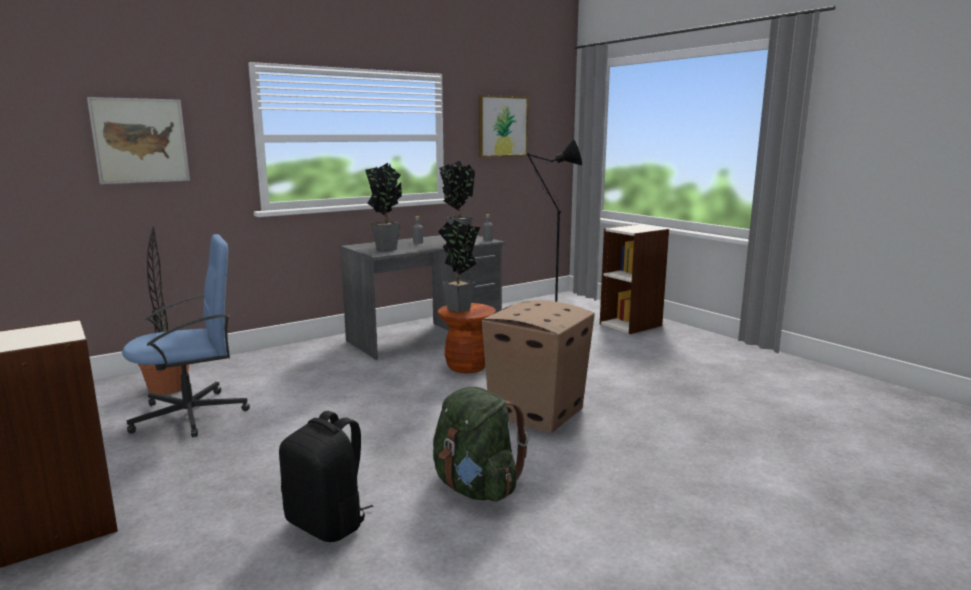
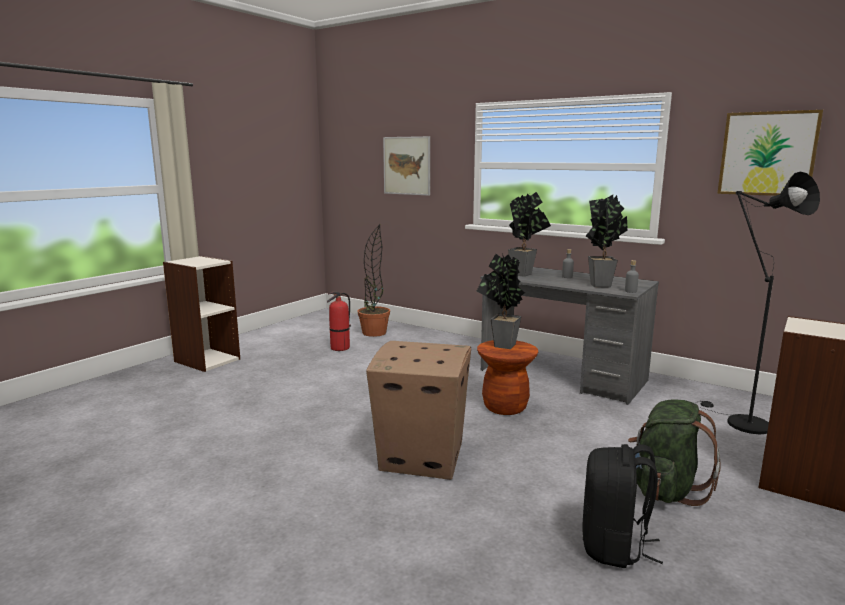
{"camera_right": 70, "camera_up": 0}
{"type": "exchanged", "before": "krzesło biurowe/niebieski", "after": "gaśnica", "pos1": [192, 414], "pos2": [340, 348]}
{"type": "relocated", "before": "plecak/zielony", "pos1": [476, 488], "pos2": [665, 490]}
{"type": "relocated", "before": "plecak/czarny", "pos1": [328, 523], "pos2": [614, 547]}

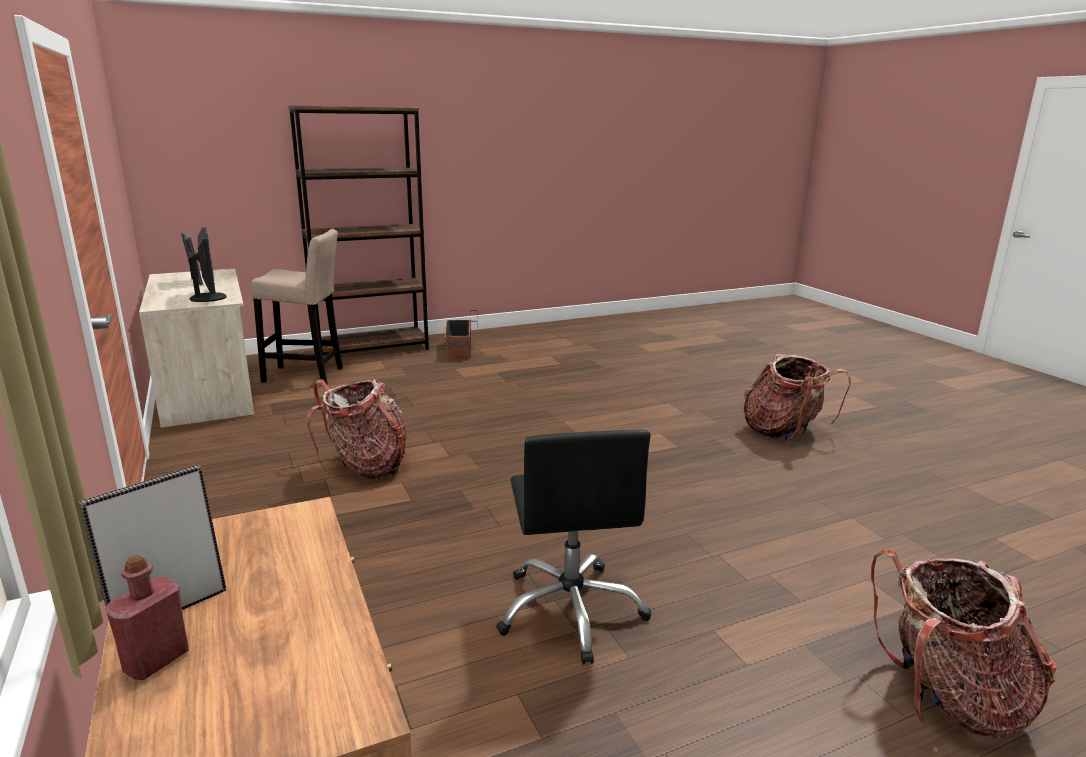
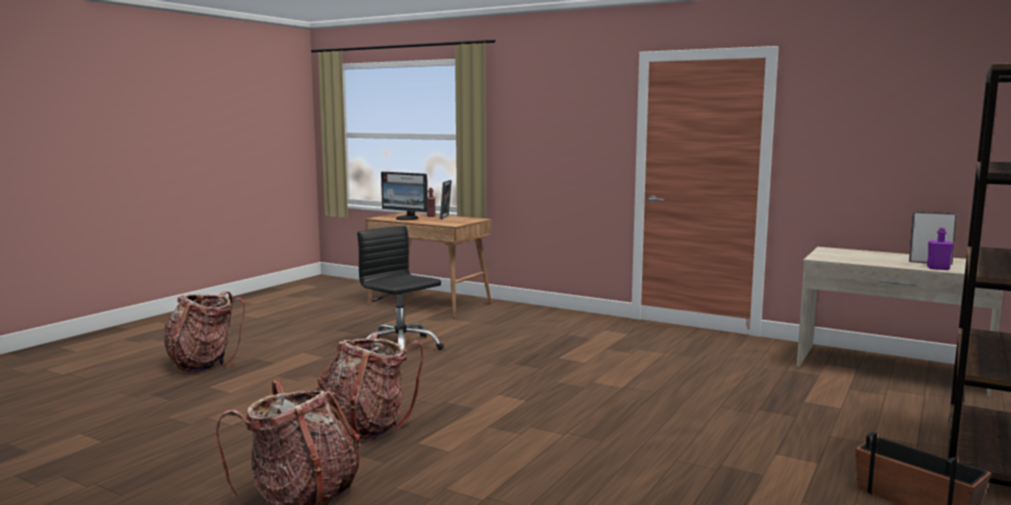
{"camera_right": 145, "camera_up": -10}
{"type": "relocated", "before": "monitor", "pos1": [209, 298], "pos2": [406, 218]}
{"type": "missing", "before": "stołek/beżowy", "pos1": [307, 376]}
{"type": "relocated", "before": "plecak", "pos1": [366, 466], "pos2": [366, 425]}
{"type": "appeared", "after": "butelka/fioletowy", "pos2": [938, 268]}

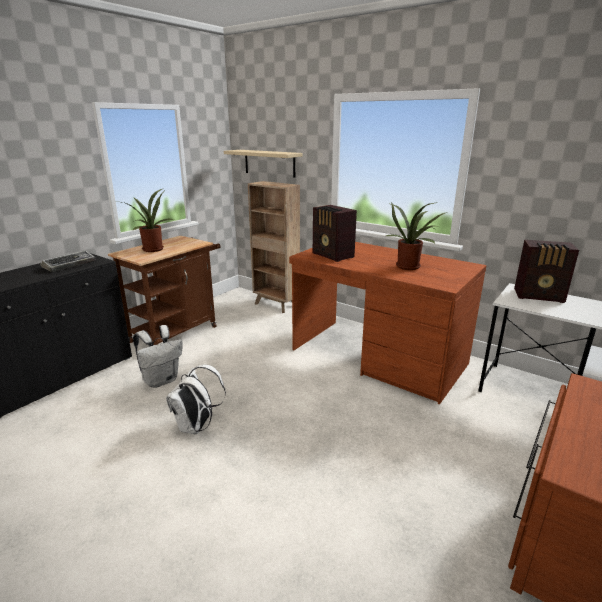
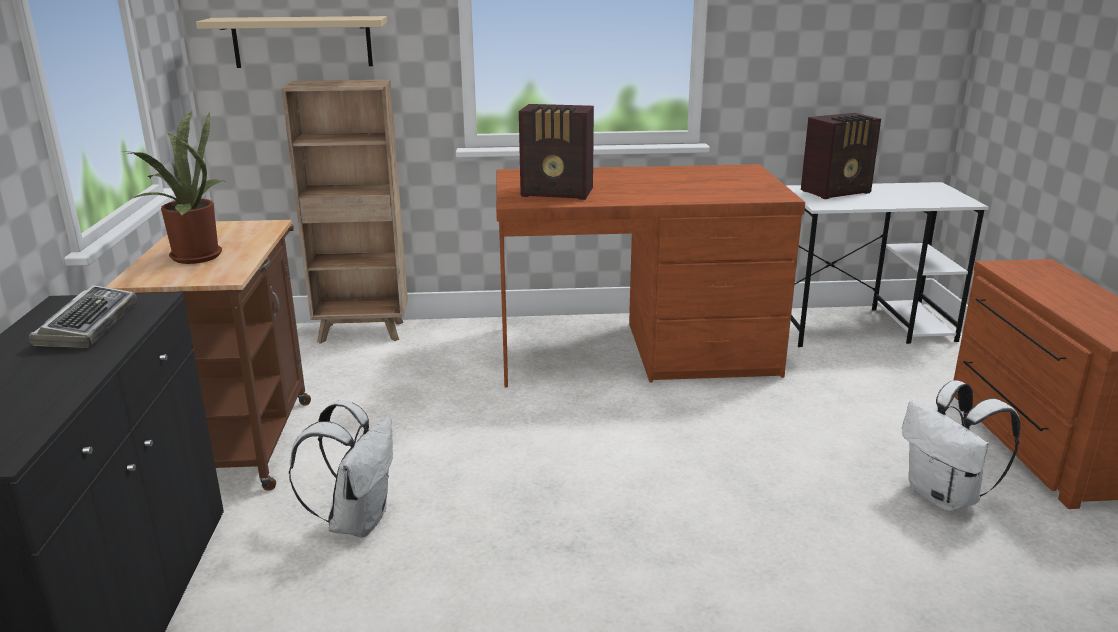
{"camera_right": -40, "camera_up": 0}
{"type": "missing", "before": "roślina doniczkowa", "pos1": [410, 266]}
{"type": "relocated", "before": "plecak/biały", "pos1": [197, 426], "pos2": [945, 497]}

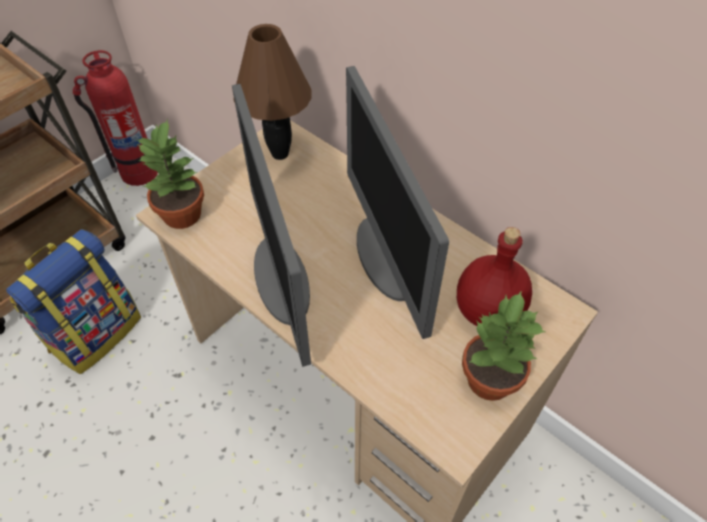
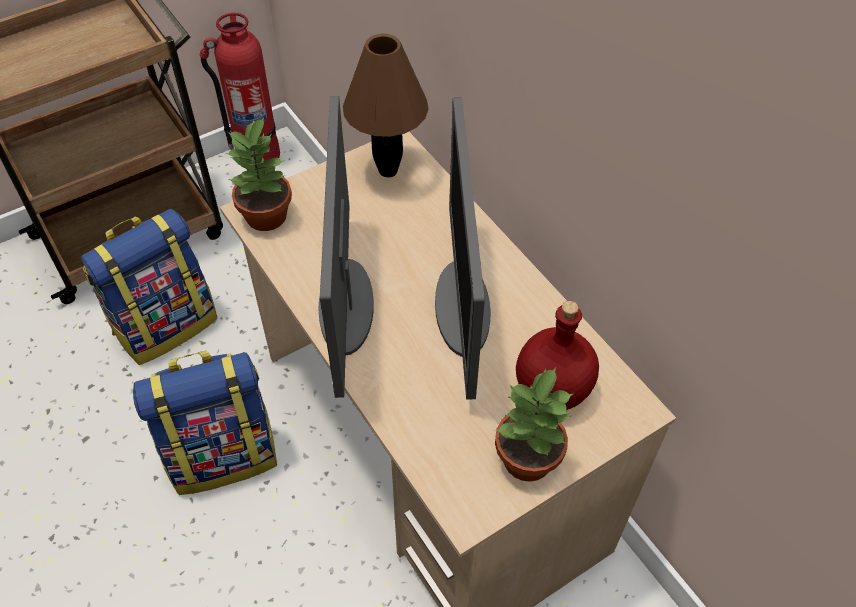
{"camera_right": 15, "camera_up": 0}
{"type": "appeared", "after": "plecak", "pos2": [223, 454]}

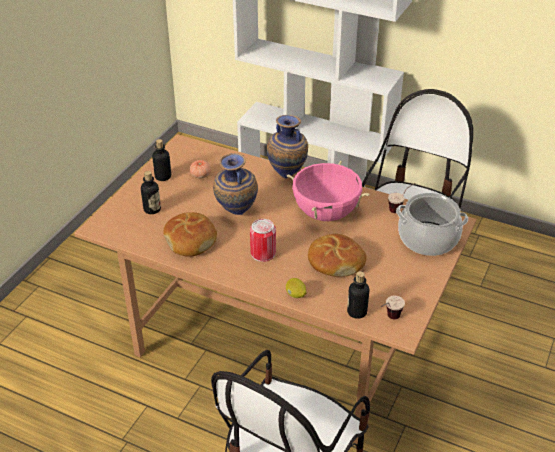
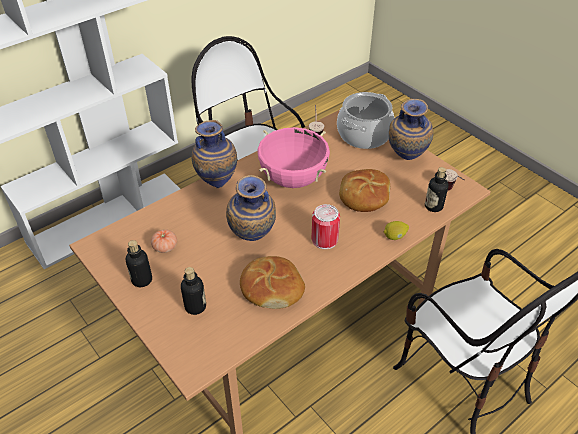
{"camera_right": -65, "camera_up": 5}
{"type": "appeared", "after": "wazon", "pos2": [405, 160]}

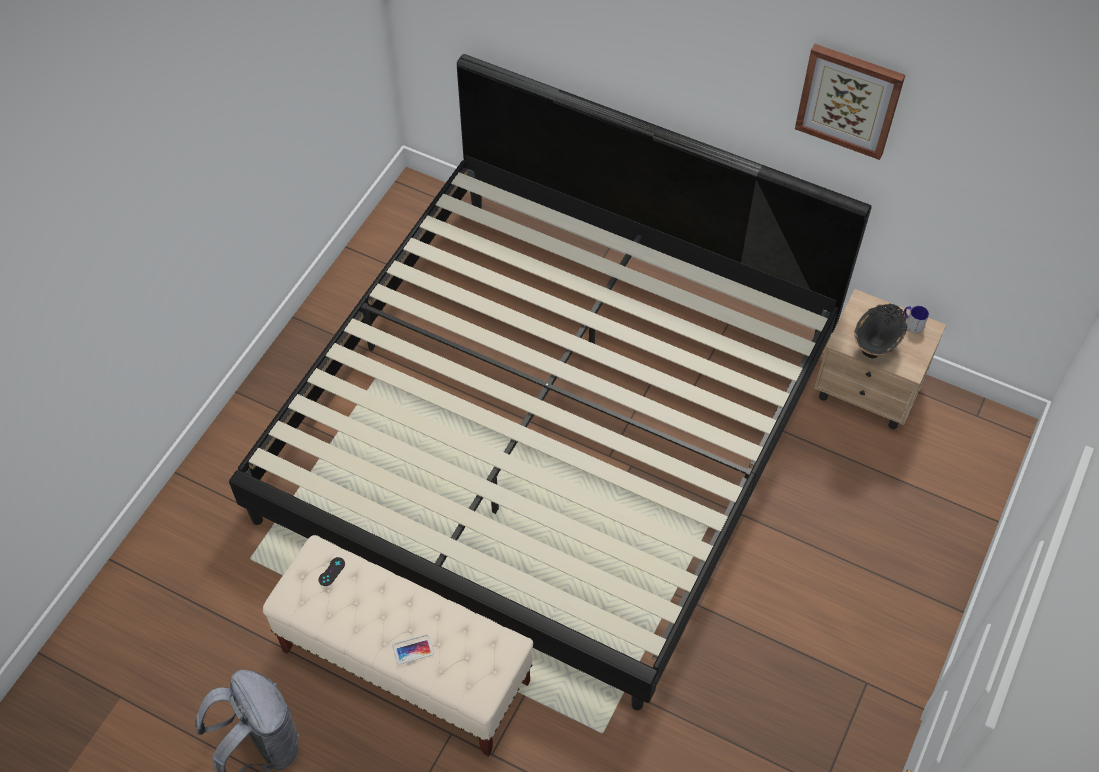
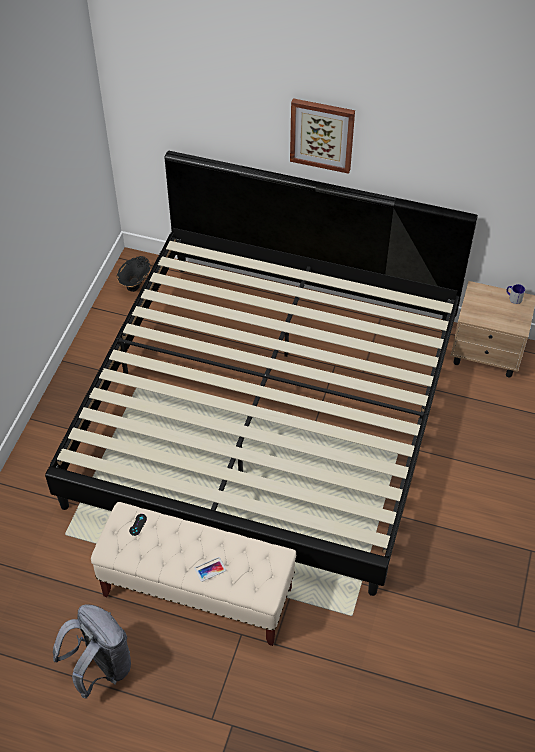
{"camera_right": -10, "camera_up": -5}
{"type": "relocated", "before": "obraz", "pos1": [849, 100], "pos2": [322, 134]}
{"type": "relocated", "before": "wazon/czarny", "pos1": [876, 346], "pos2": [136, 284]}

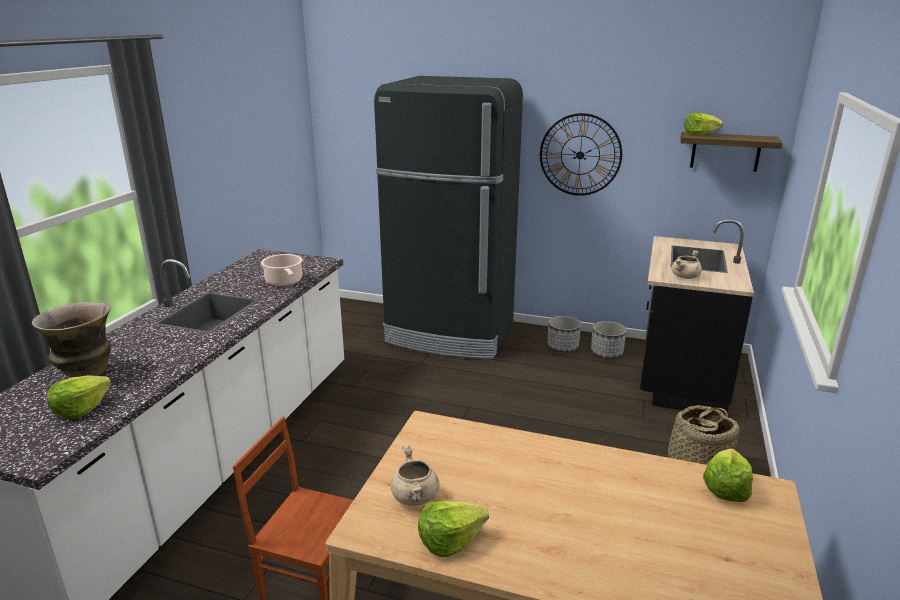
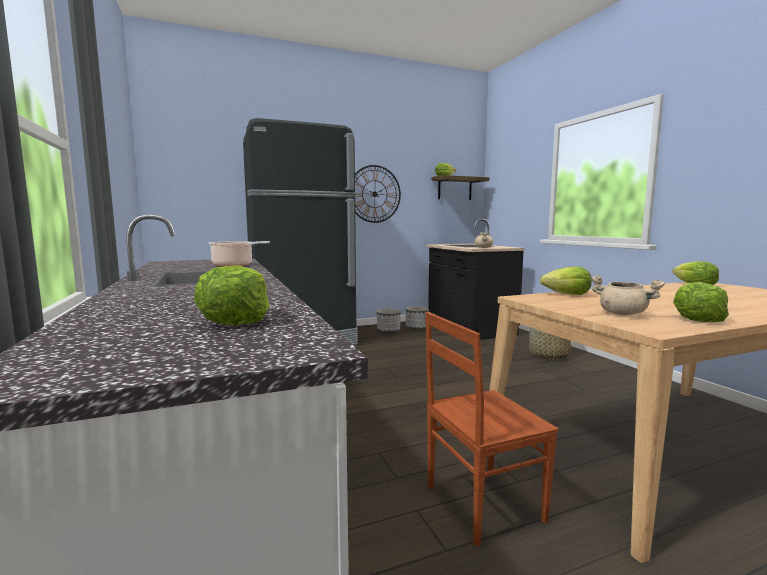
{"camera_right": -40, "camera_up": -15}
{"type": "missing", "before": "wazon", "pos1": [85, 373]}
{"type": "appeared", "after": "sałata", "pos2": [567, 294]}

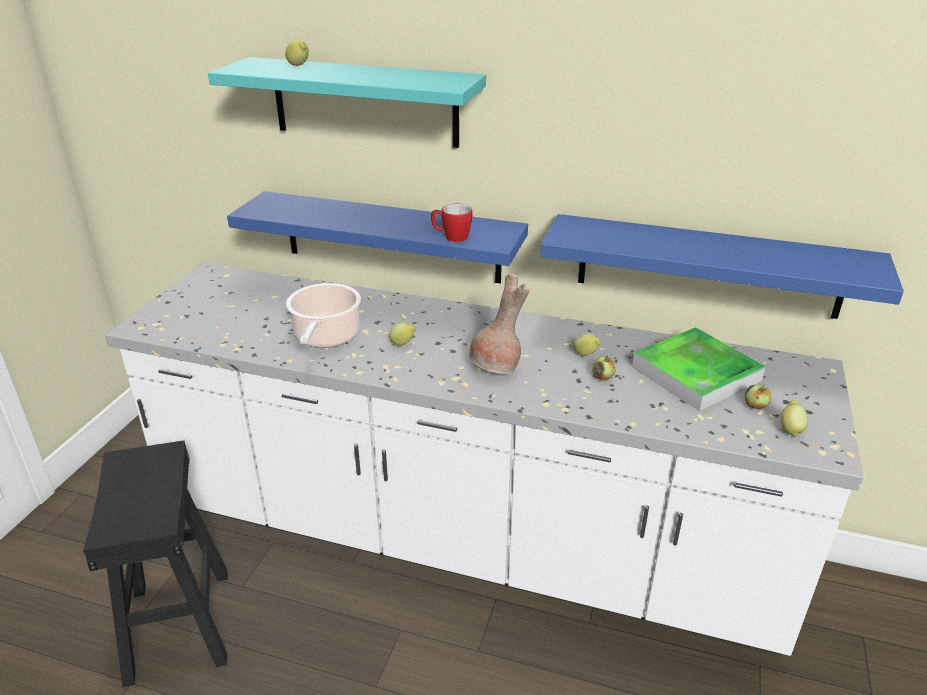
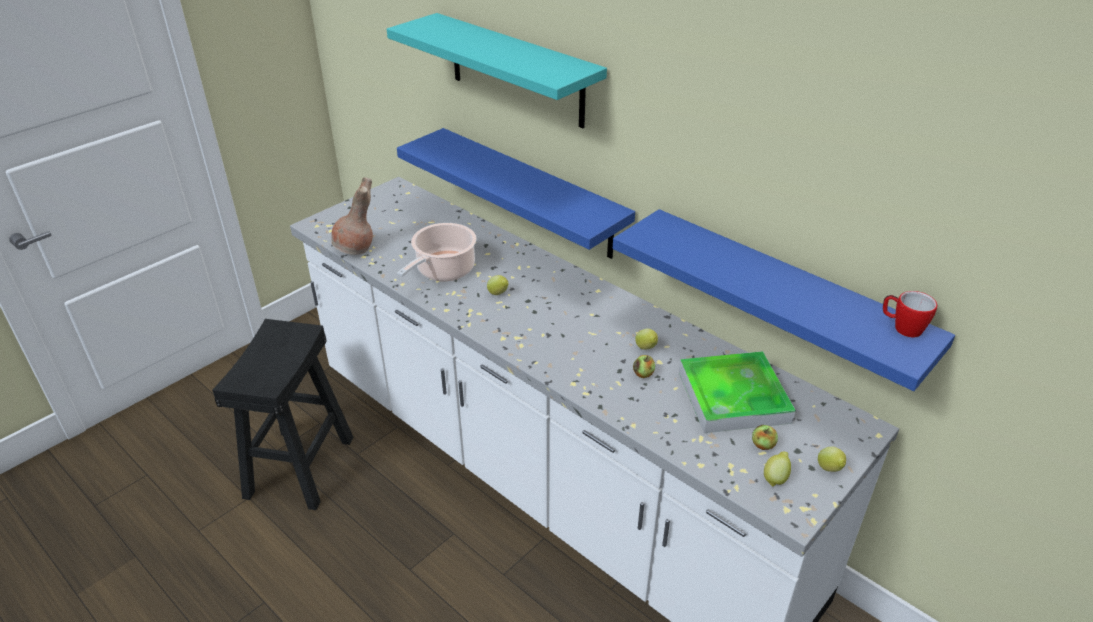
{"camera_right": 25, "camera_up": 5}
{"type": "relocated", "before": "cytryna", "pos1": [299, 66], "pos2": [830, 469]}
{"type": "relocated", "before": "kubek", "pos1": [451, 237], "pos2": [902, 328]}
{"type": "relocated", "before": "wazon/brązowy", "pos1": [497, 368], "pos2": [356, 249]}

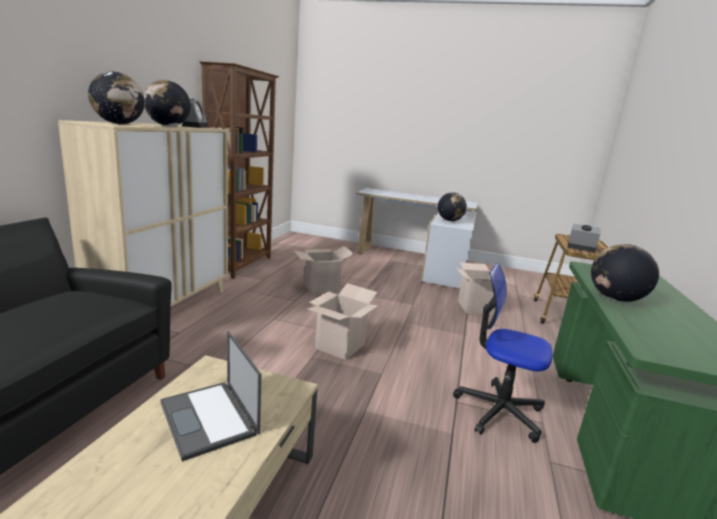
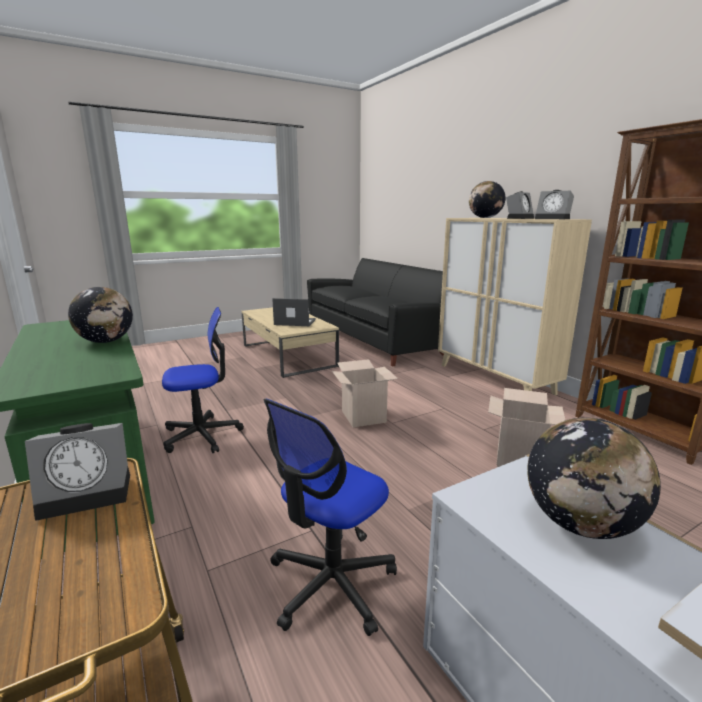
{"camera_right": 135, "camera_up": 0}
{"type": "exchanged", "before": "globus", "after": "budzik", "pos1": [168, 125], "pos2": [519, 218]}
{"type": "exchanged", "before": "karton", "after": "krzesło biurowe", "pos1": [475, 307], "pos2": [331, 583]}

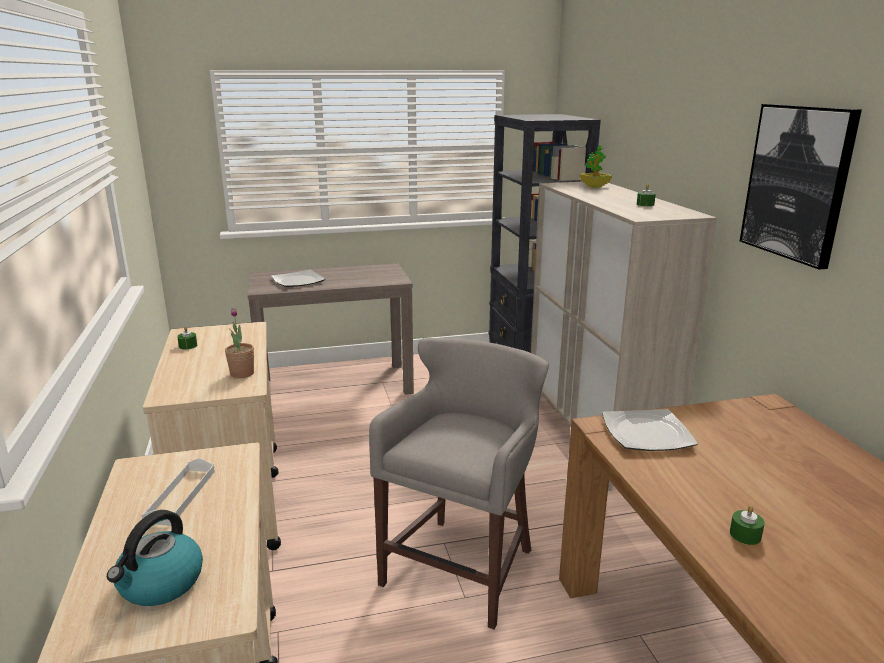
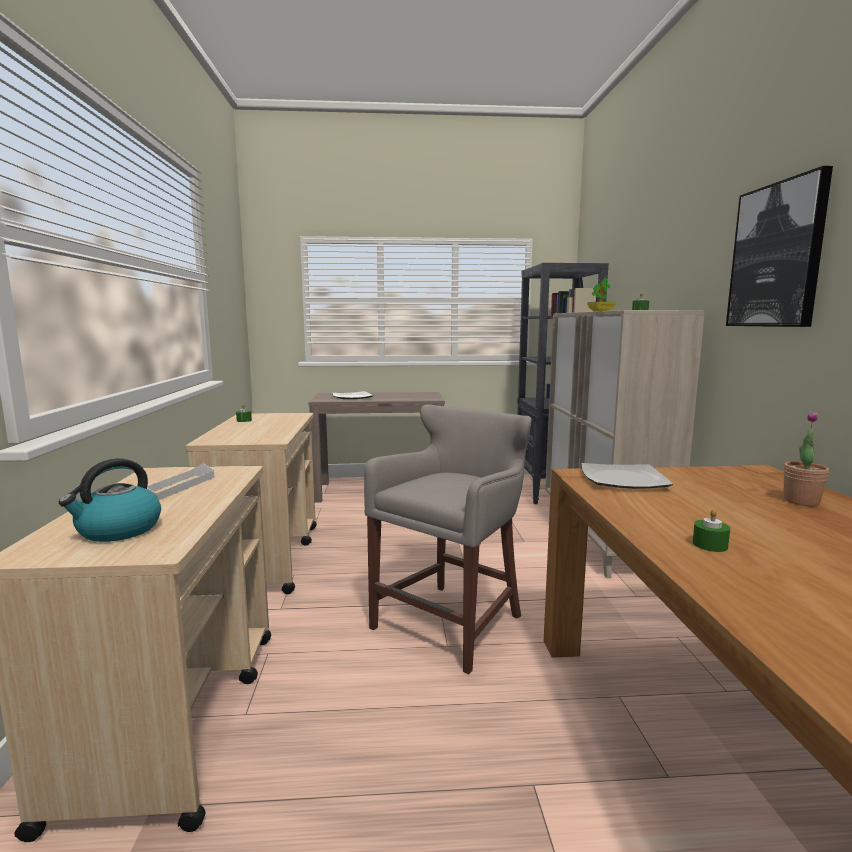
{"camera_right": 10, "camera_up": -10}
{"type": "relocated", "before": "roślina doniczkowa", "pos1": [242, 373], "pos2": [801, 501]}

